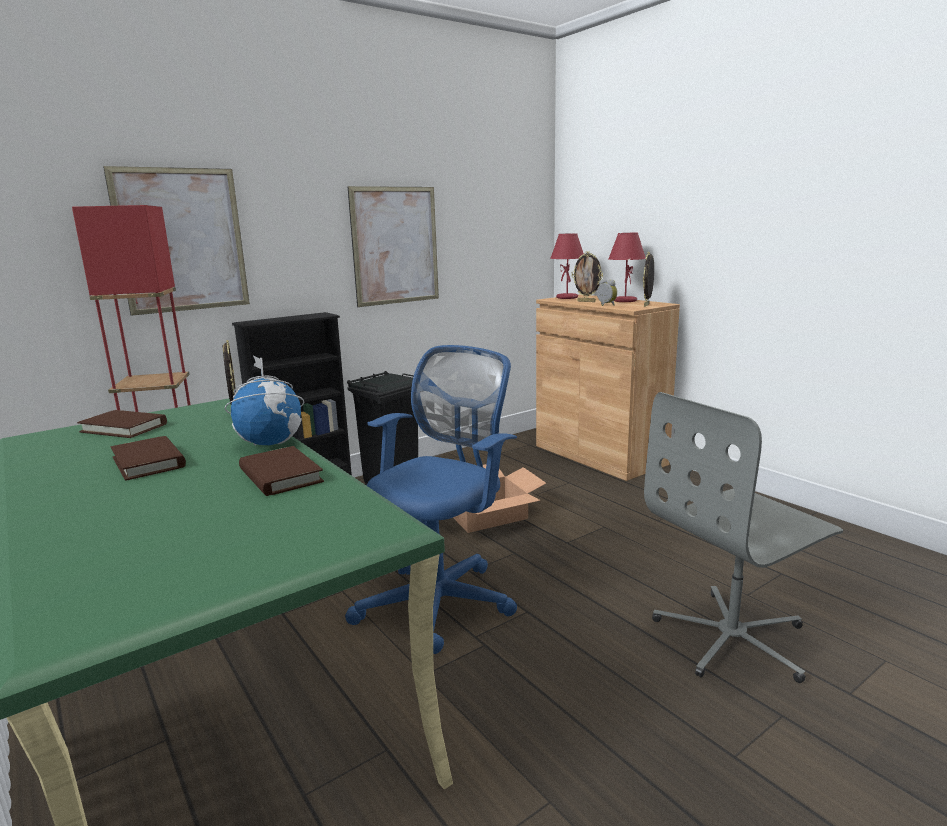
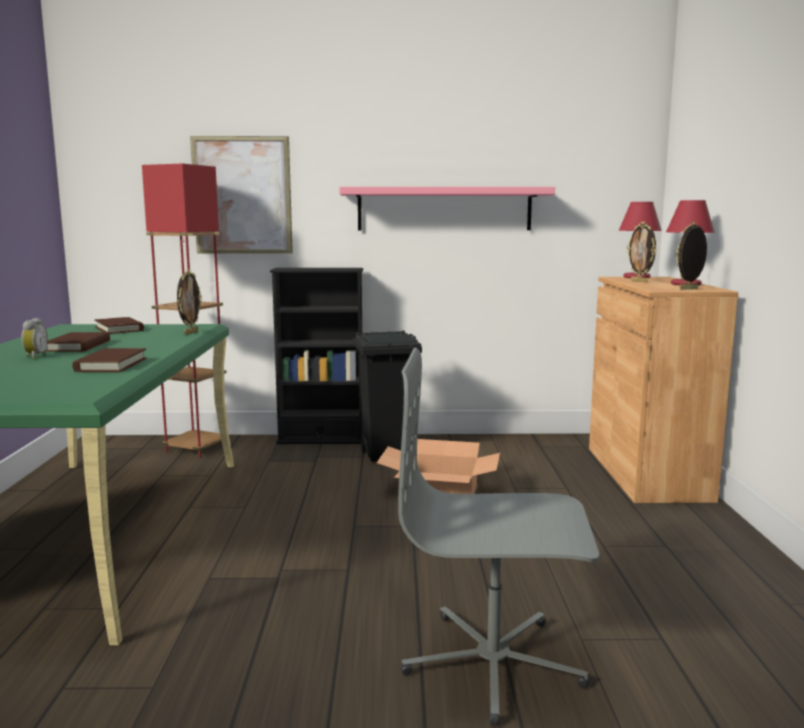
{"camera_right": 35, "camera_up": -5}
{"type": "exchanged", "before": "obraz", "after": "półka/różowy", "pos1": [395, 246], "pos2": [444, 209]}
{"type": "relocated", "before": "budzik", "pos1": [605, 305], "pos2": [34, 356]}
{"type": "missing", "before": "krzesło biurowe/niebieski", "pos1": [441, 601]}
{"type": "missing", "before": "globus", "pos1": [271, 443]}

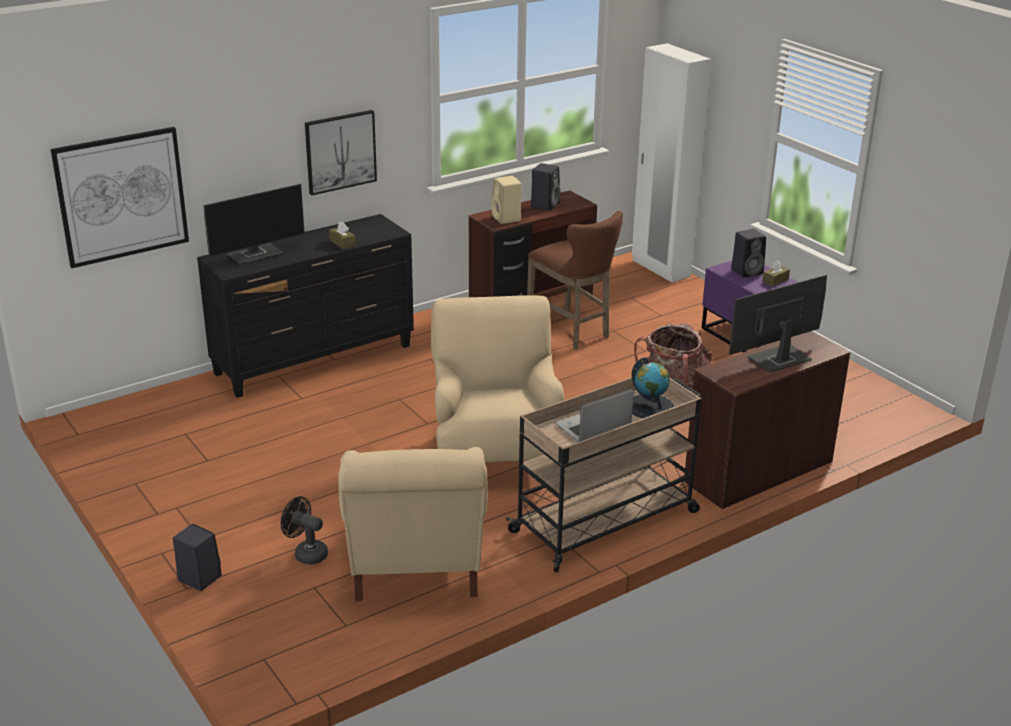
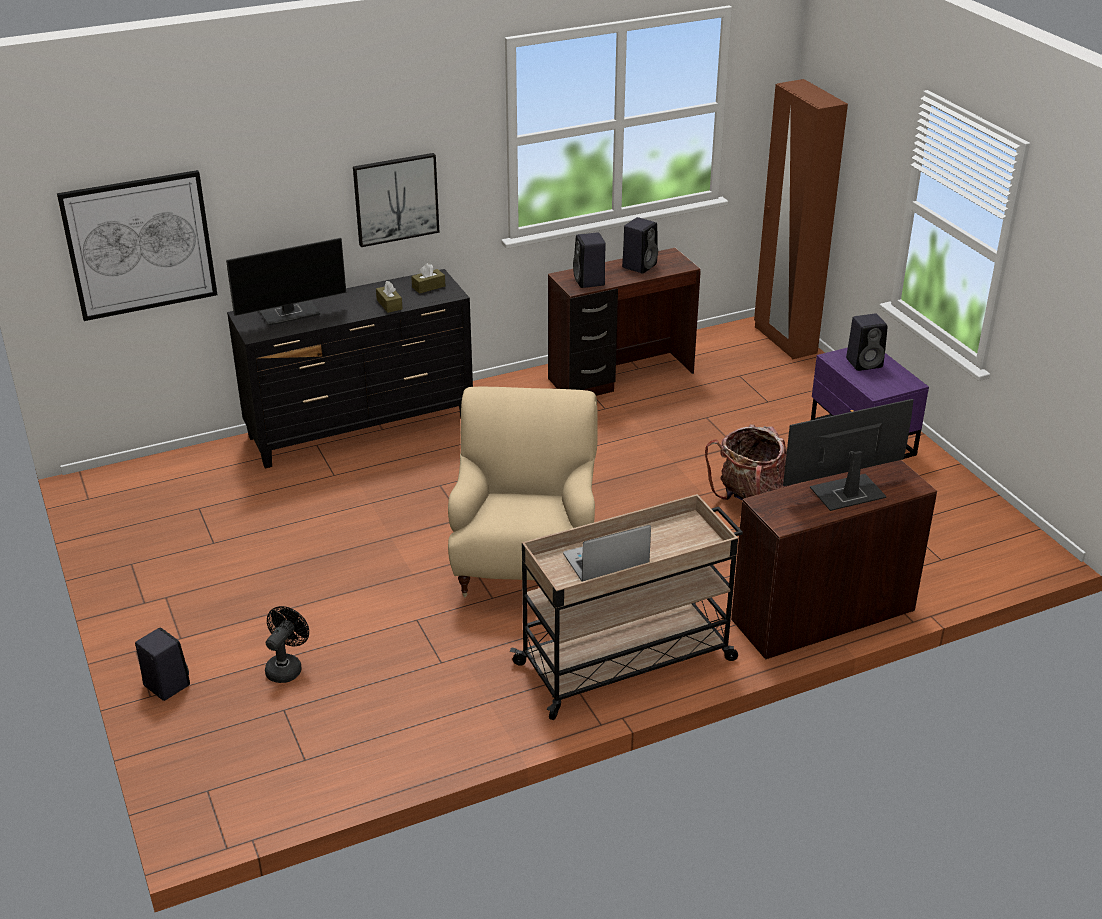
{"camera_right": 10, "camera_up": 5}
{"type": "colour", "before": "szafa/biały", "after": "szafa/brązowy", "pos1": [660, 268], "pos2": [784, 340]}
{"type": "colour", "before": "głośnik/beżowy", "after": "głośnik/czarny", "pos1": [507, 219], "pos2": [590, 281]}
{"type": "missing", "before": "stołek/brązowy", "pos1": [572, 331]}
{"type": "relocated", "before": "pudełko chusteczek/brązowy", "pos1": [775, 280], "pos2": [428, 287]}
{"type": "missing", "before": "globus", "pos1": [650, 406]}
{"type": "missing", "before": "fotel/beżowy", "pos1": [415, 565]}
{"type": "spun", "before": "wentylator/czarny", "pos1": [306, 553], "pos2": [286, 667], "turn": 75}

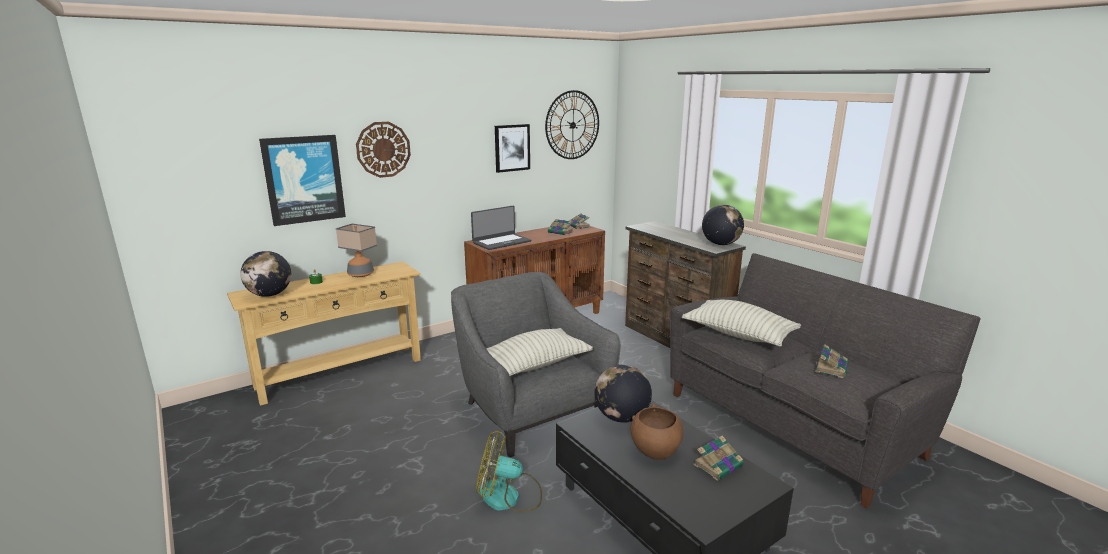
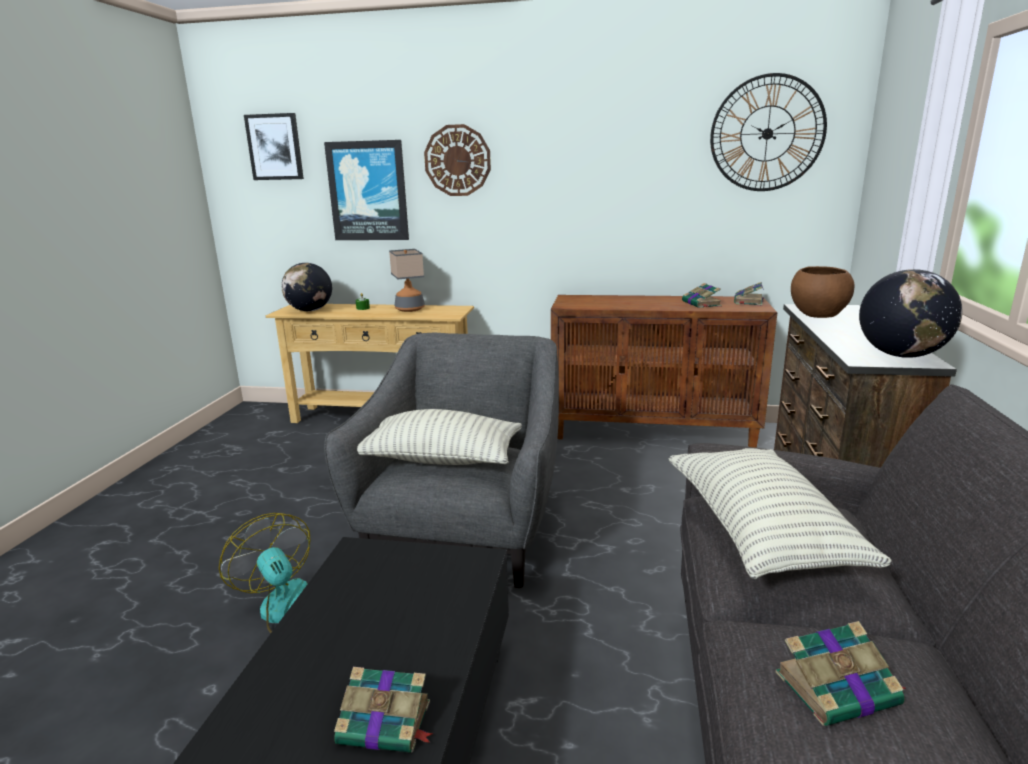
{"camera_right": 45, "camera_up": 0}
{"type": "relocated", "before": "obraz", "pos1": [512, 148], "pos2": [275, 147]}
{"type": "missing", "before": "laptop", "pos1": [501, 242]}
{"type": "missing", "before": "globus", "pos1": [621, 417]}
{"type": "relocated", "before": "miska/brązowy", "pos1": [655, 451], "pos2": [817, 314]}

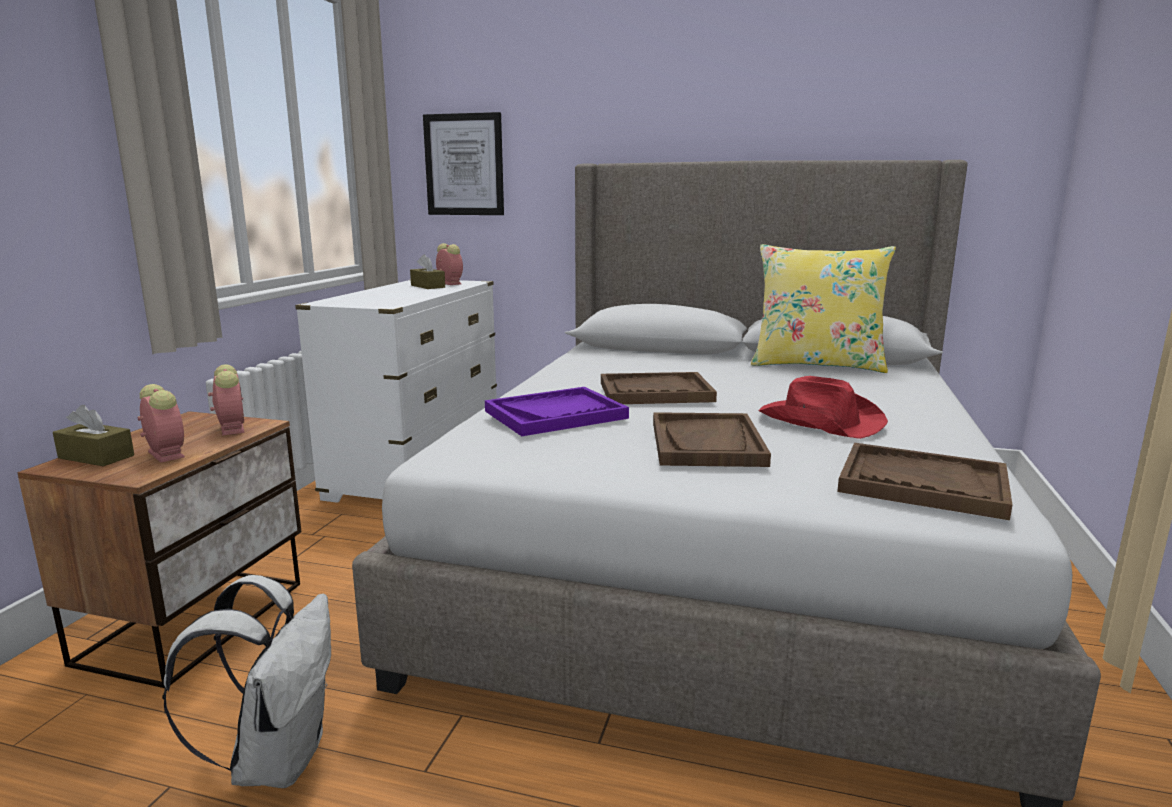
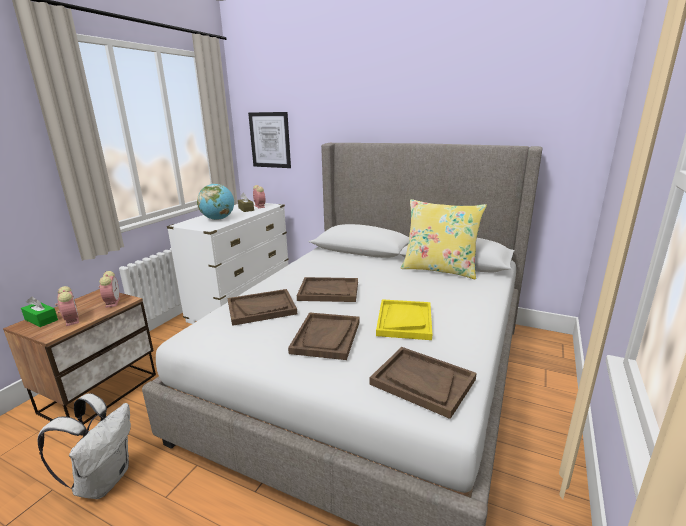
{"camera_right": 10, "camera_up": 5}
{"type": "exchanged", "before": "kapelusz/czerwony", "after": "taca/żółty", "pos1": [819, 420], "pos2": [404, 321]}
{"type": "colour", "before": "taca/fioletowy", "after": "taca/brązowy", "pos1": [556, 414], "pos2": [261, 308]}
{"type": "colour", "before": "pudełko chusteczek/brązowy", "after": "pudełko chusteczek/zielony", "pos1": [96, 457], "pos2": [41, 320]}
{"type": "appeared", "after": "globus", "pos2": [218, 219]}

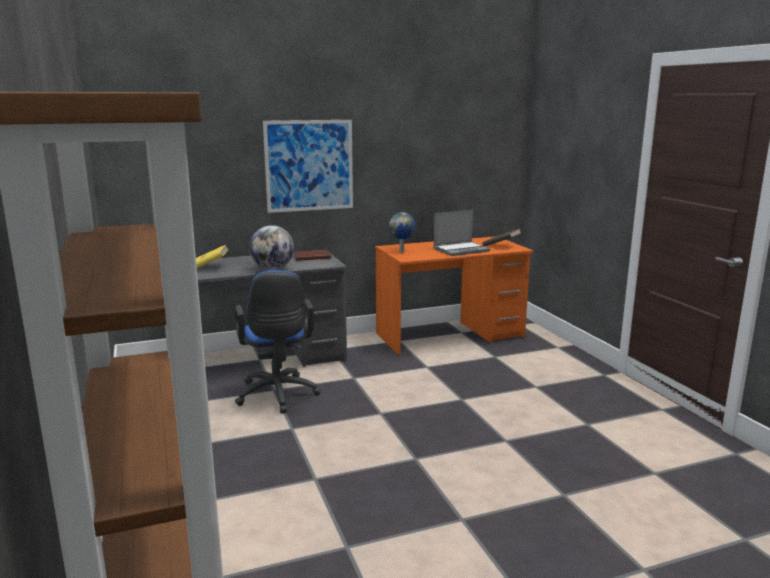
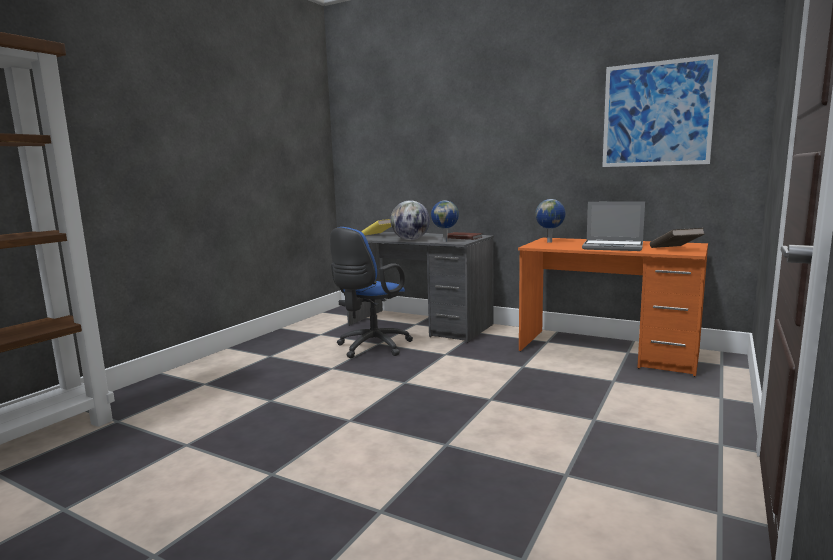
{"camera_right": 50, "camera_up": -5}
{"type": "relocated", "before": "obraz", "pos1": [309, 165], "pos2": [656, 114]}
{"type": "appeared", "after": "globus", "pos2": [445, 241]}

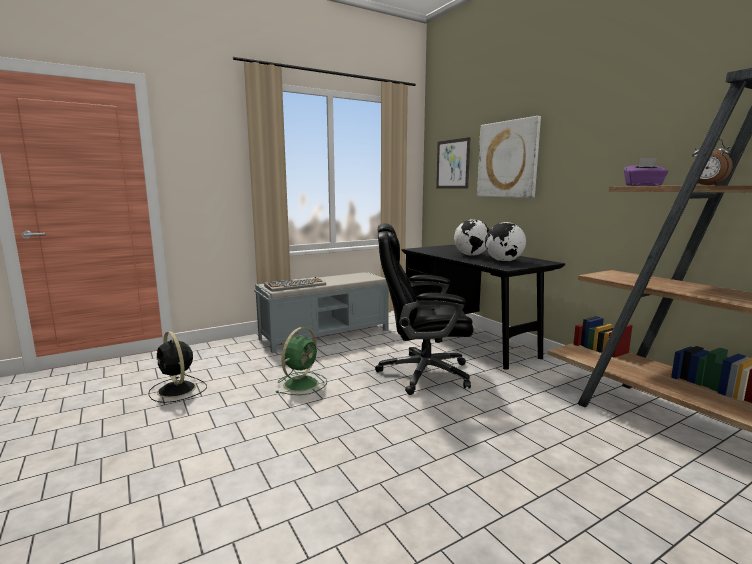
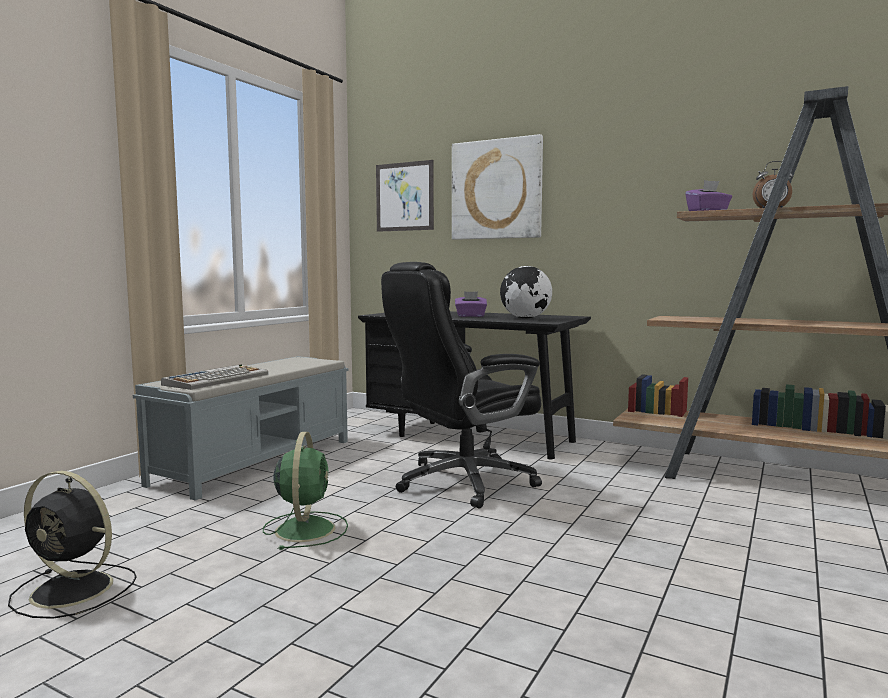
{"camera_right": -30, "camera_up": -5}
{"type": "exchanged", "before": "globus", "after": "pudełko chusteczek/fioletowy", "pos1": [471, 255], "pos2": [470, 316]}

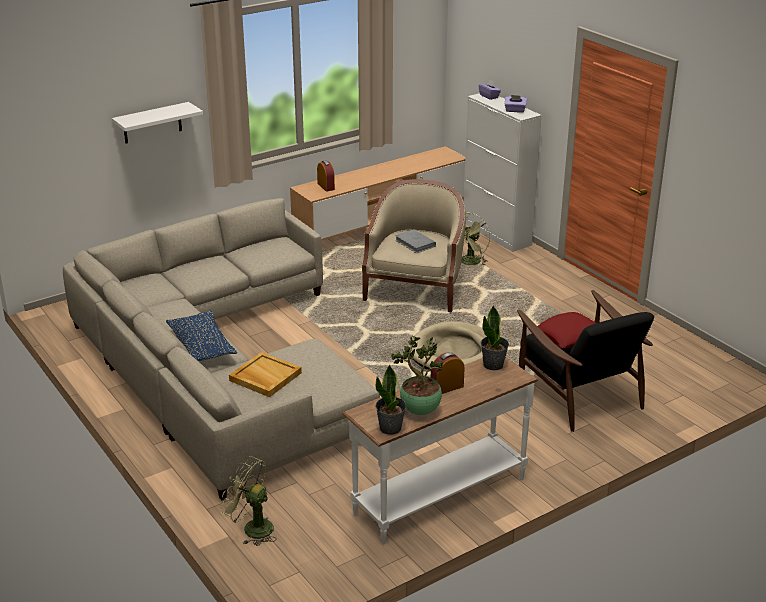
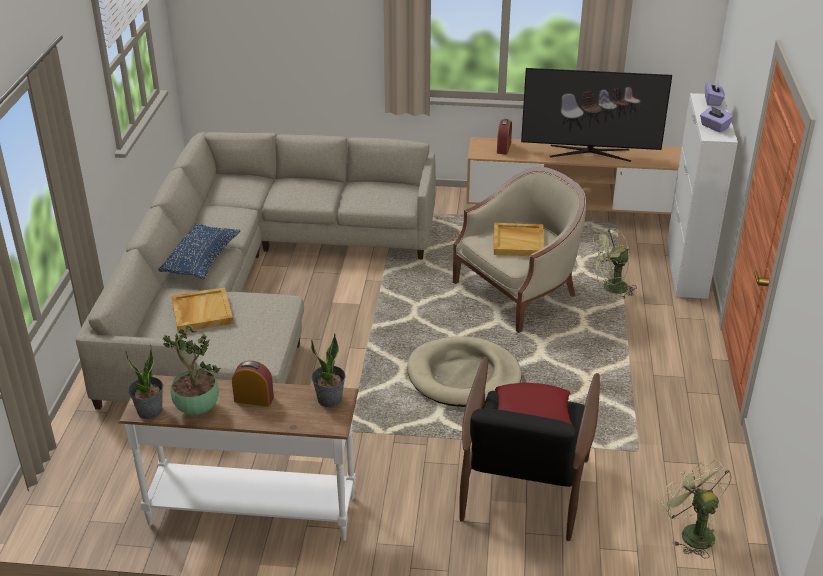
{"camera_right": 40, "camera_up": 5}
{"type": "missing", "before": "półka/biały", "pos1": [152, 123]}
{"type": "exchanged", "before": "książka/szary", "after": "taca/beżowy", "pos1": [415, 243], "pos2": [519, 242]}
{"type": "relocated", "before": "wentylator/zielony", "pos1": [251, 528], "pos2": [691, 532]}
{"type": "appeared", "after": "telewizor", "pos2": [589, 153]}

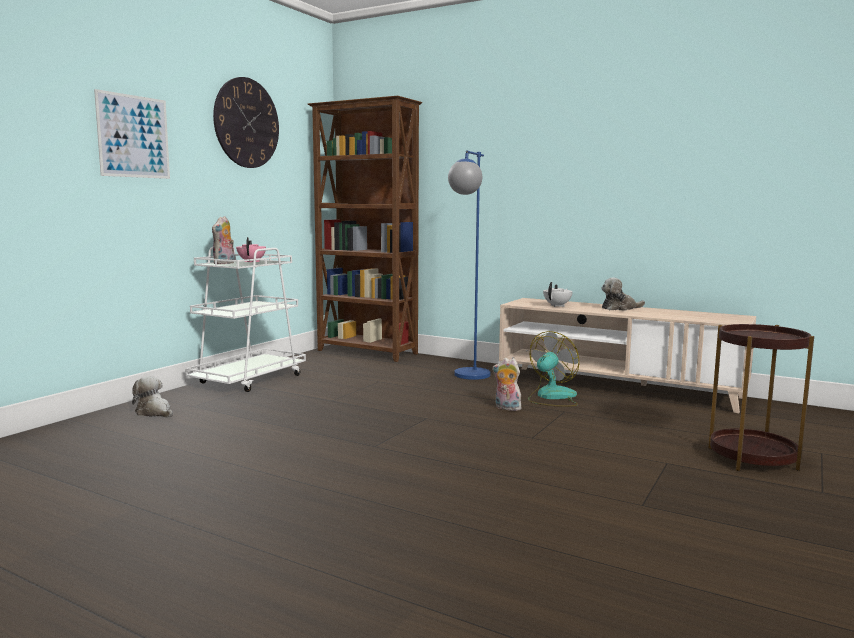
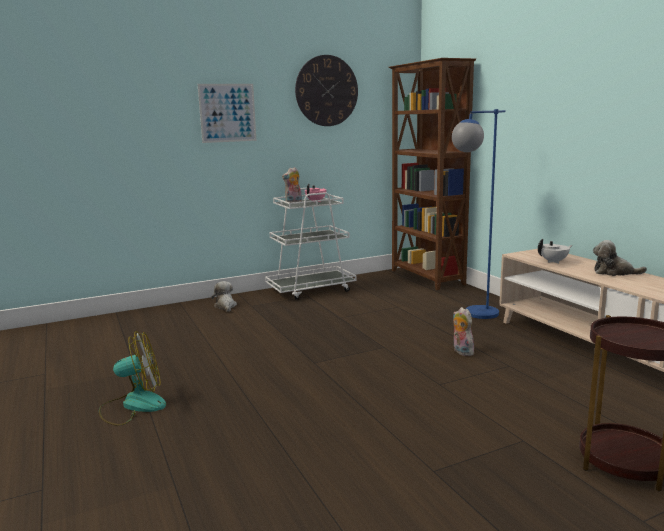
{"camera_right": 35, "camera_up": 5}
{"type": "relocated", "before": "wentylator", "pos1": [551, 397], "pos2": [133, 405]}

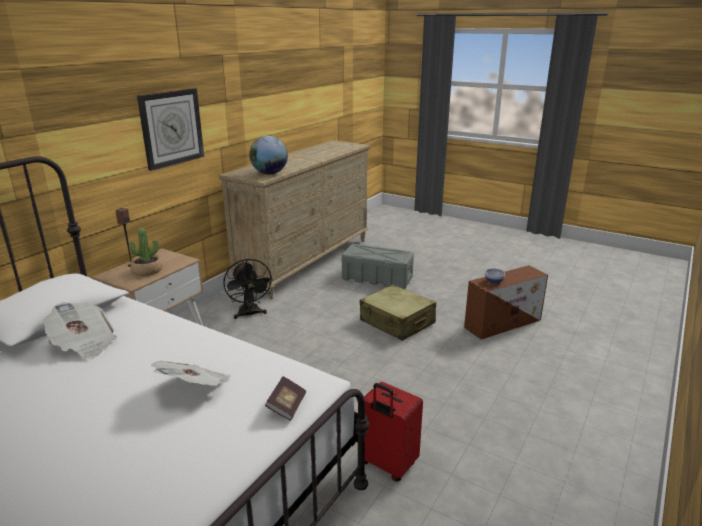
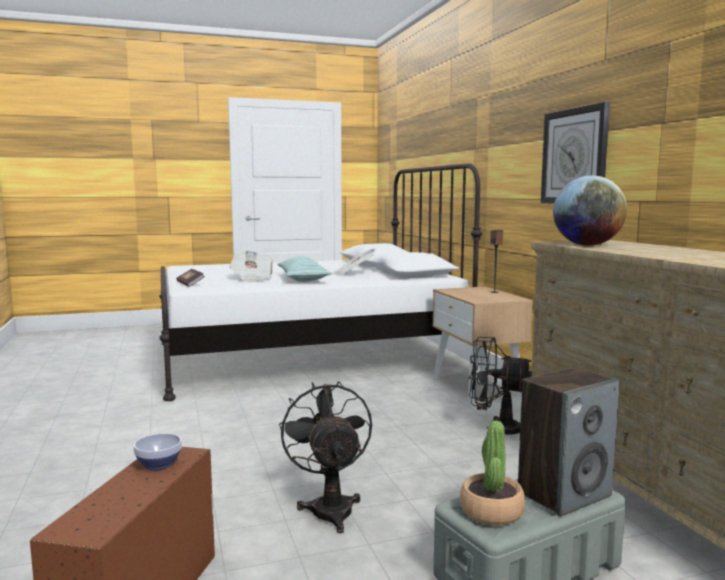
{"camera_right": 130, "camera_up": -15}
{"type": "relocated", "before": "roślina doniczkowa", "pos1": [147, 271], "pos2": [491, 511]}
{"type": "exchanged", "before": "walizka/beżowy", "after": "wentylator/czarny", "pos1": [397, 322], "pos2": [330, 507]}
{"type": "missing", "before": "walizka/czerwony", "pos1": [387, 465]}
{"type": "appeared", "after": "poduszka", "pos2": [303, 279]}
{"type": "appeared", "after": "głośnik", "pos2": [564, 494]}

